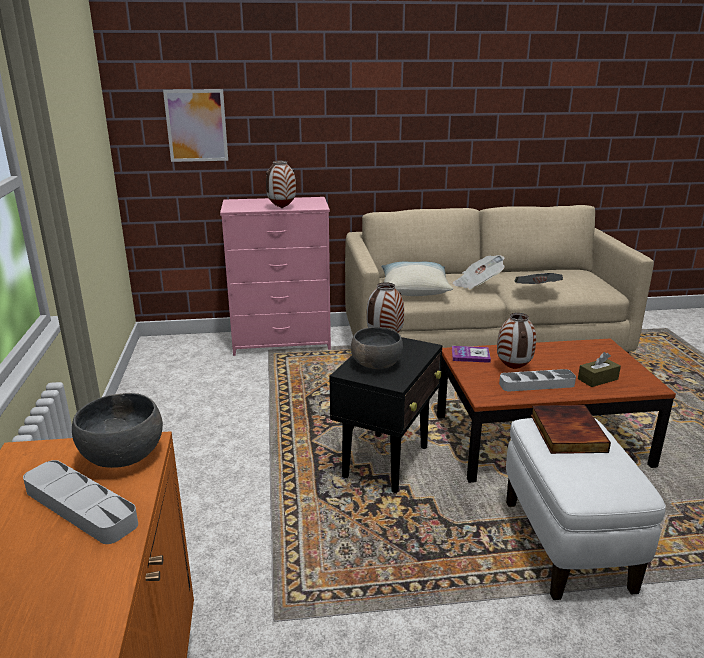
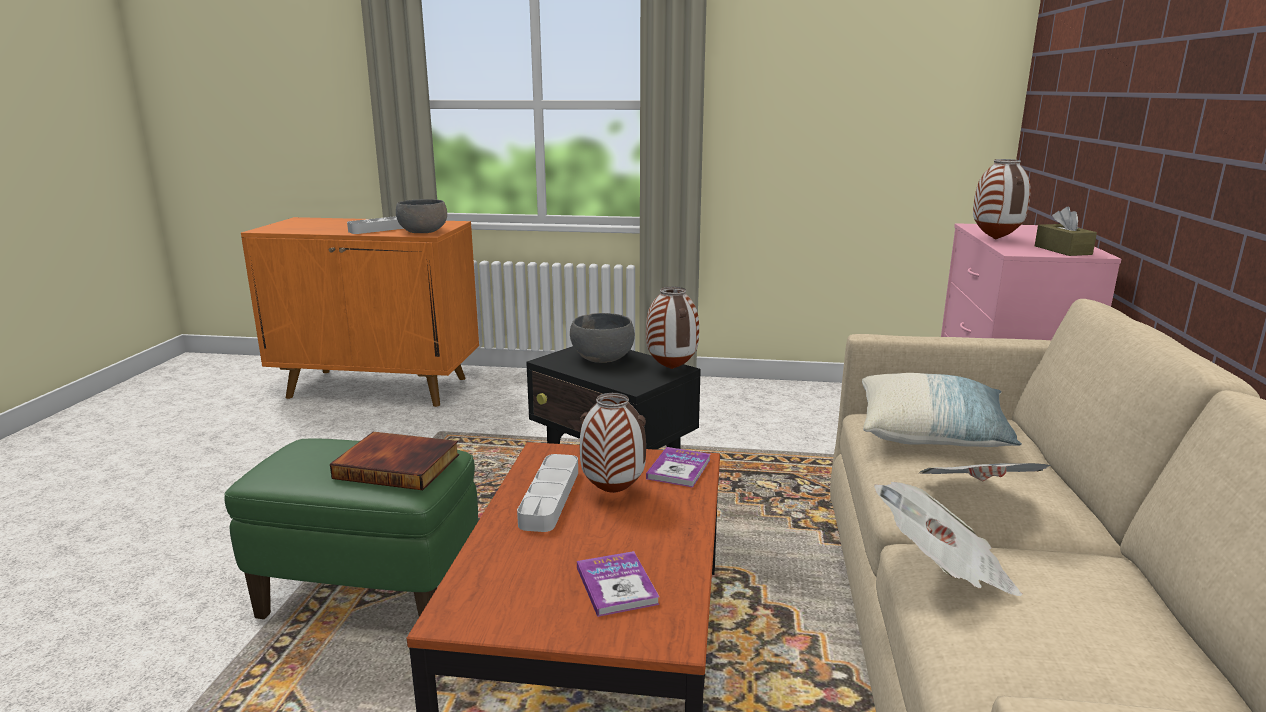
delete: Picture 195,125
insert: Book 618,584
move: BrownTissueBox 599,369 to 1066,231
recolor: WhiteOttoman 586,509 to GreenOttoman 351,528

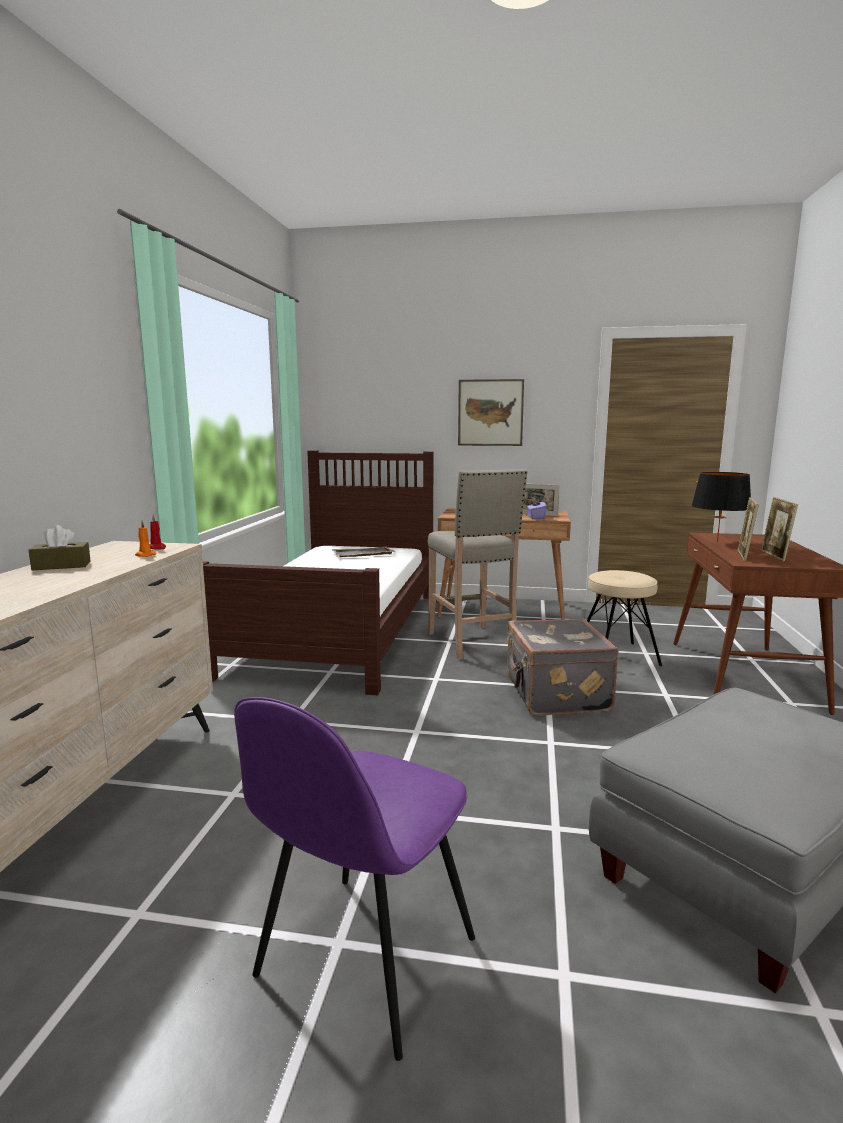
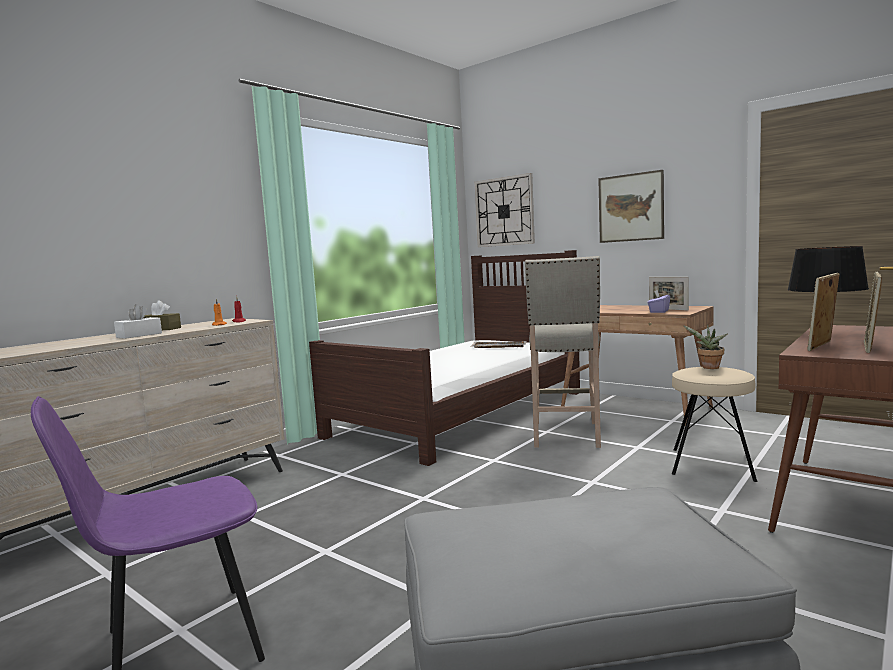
delete: GreySuitcase 563,667
insert: WhiteTissueBox 138,321; WallClock 504,210; PottedPlant 705,347

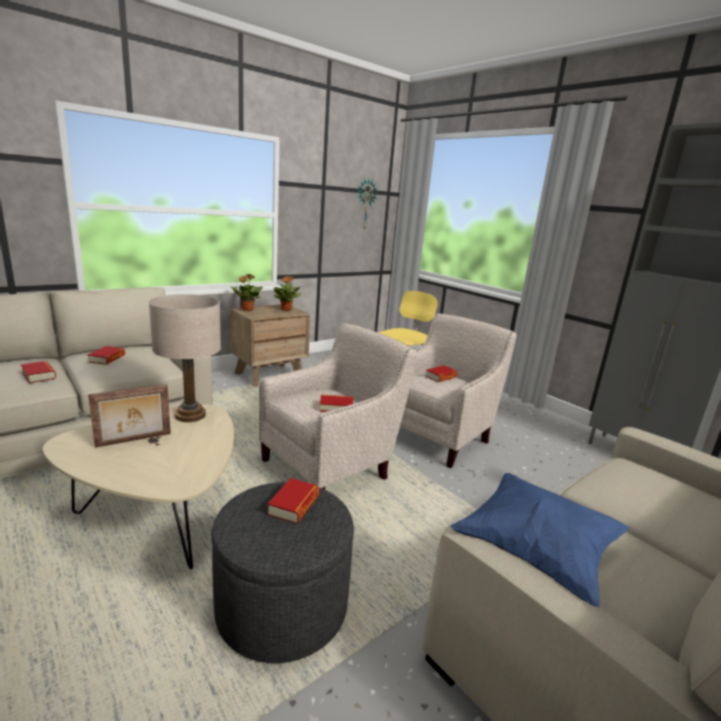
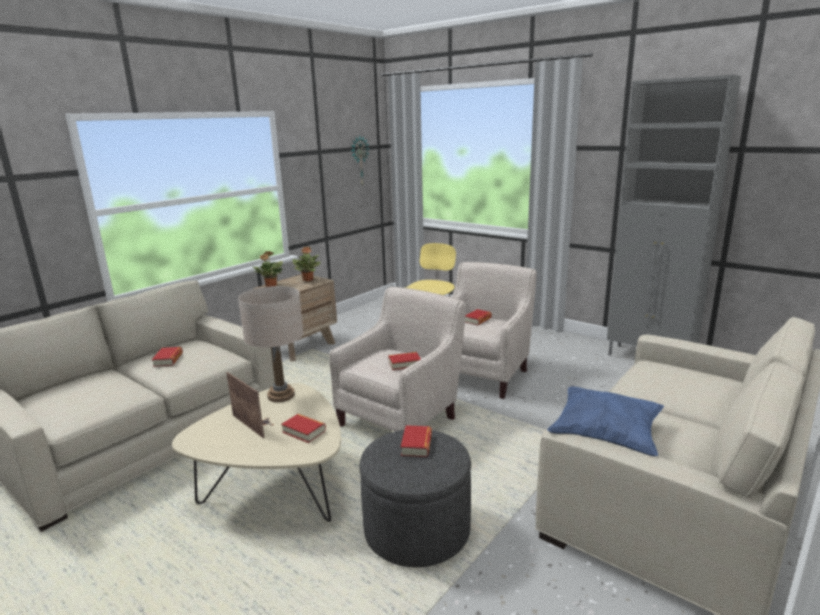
move: Book 38,372 to 303,428
rotate: PictureFrame 129,416 = 245,405 90 degrees counterclockwise

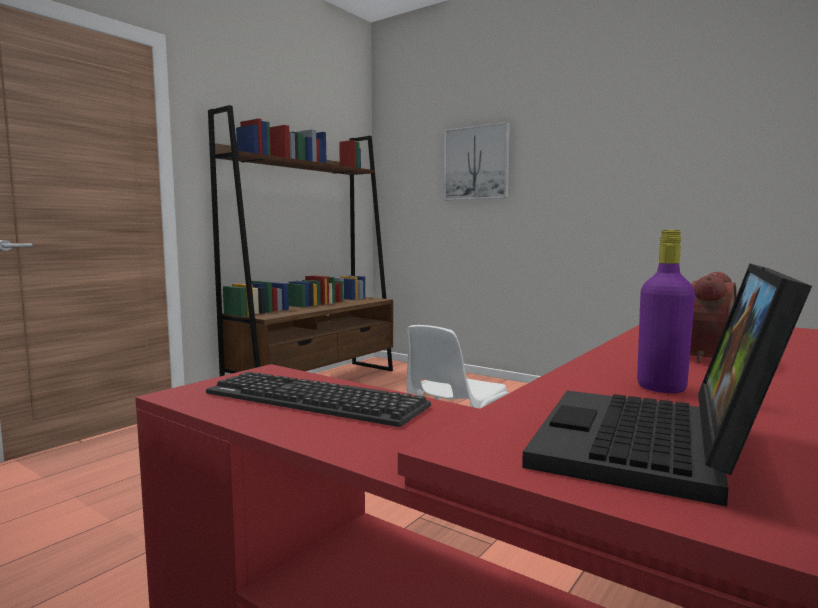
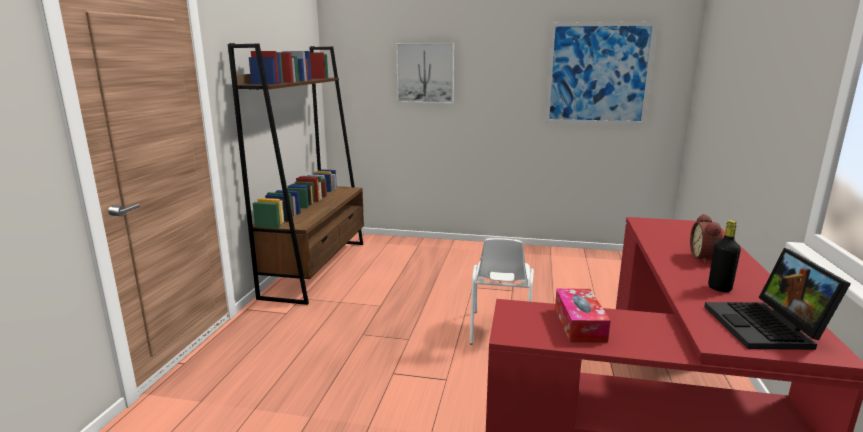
insert: Picture 601,73
replace: Keyboard 318,399 to TissueBox 583,315
recolor: PurpleBottle 666,311 to BlackBottle 724,256

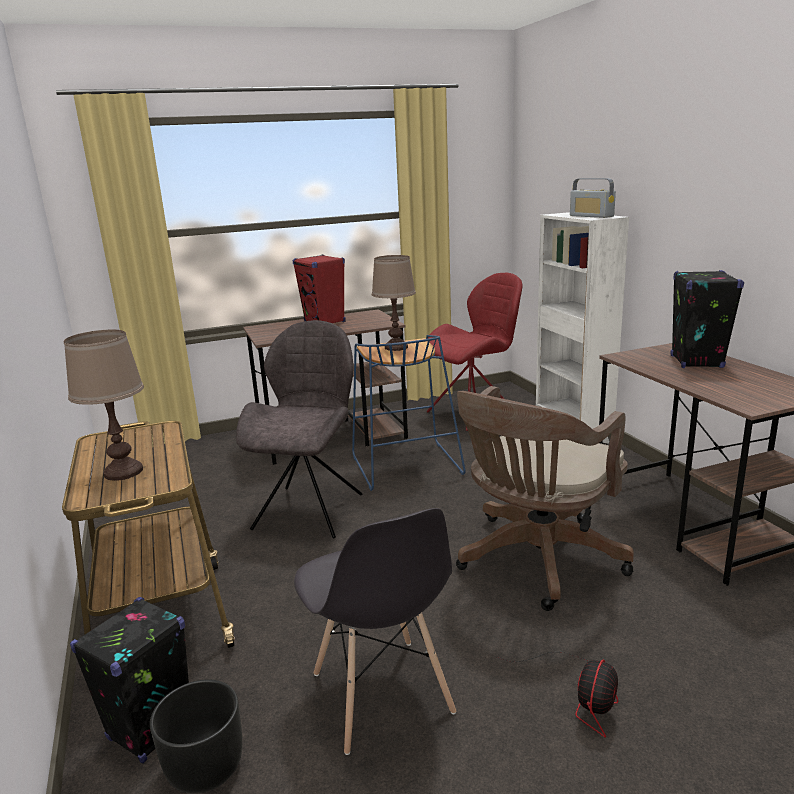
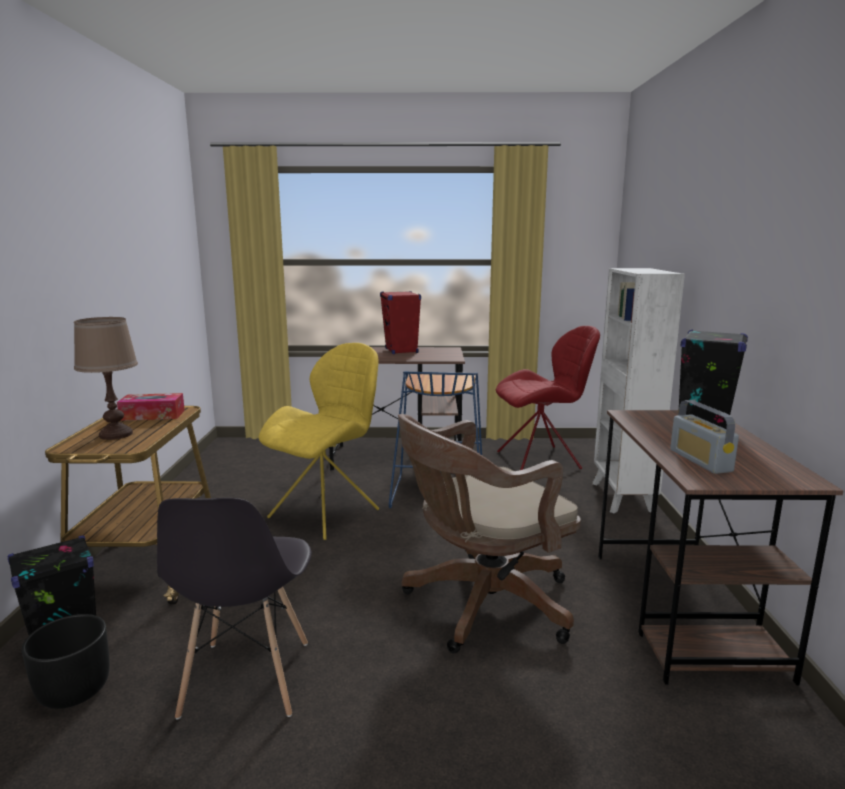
delete: BrownTableLamp 394,303; Fan 557,695
insert: TissueBox 151,407
move: Radio 593,198 to 704,437
recolor: GreyChair 299,429 to YellowChair 319,441

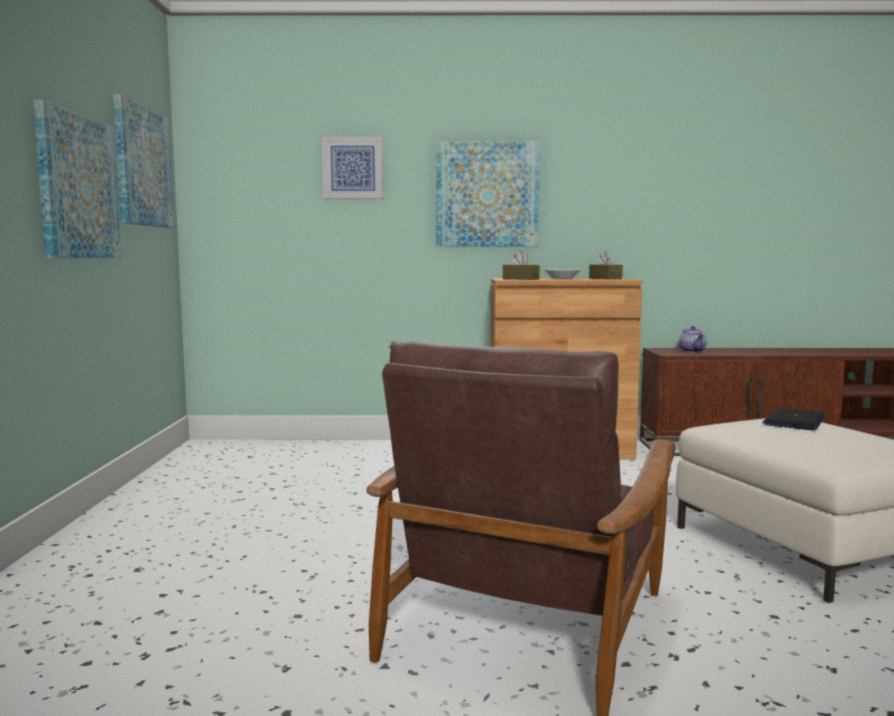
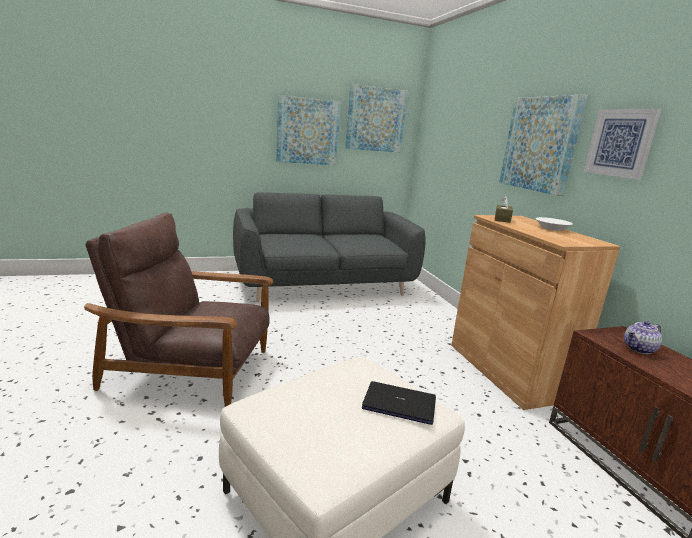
delete: BrownTissueBox 606,265
insert: GreySofa 329,247
move: Picture 352,168 to 622,144

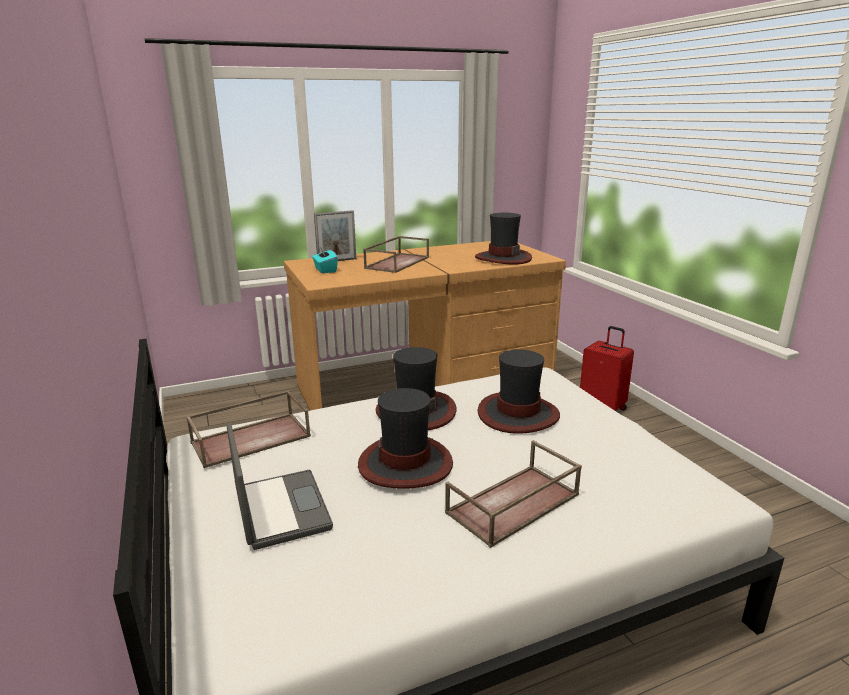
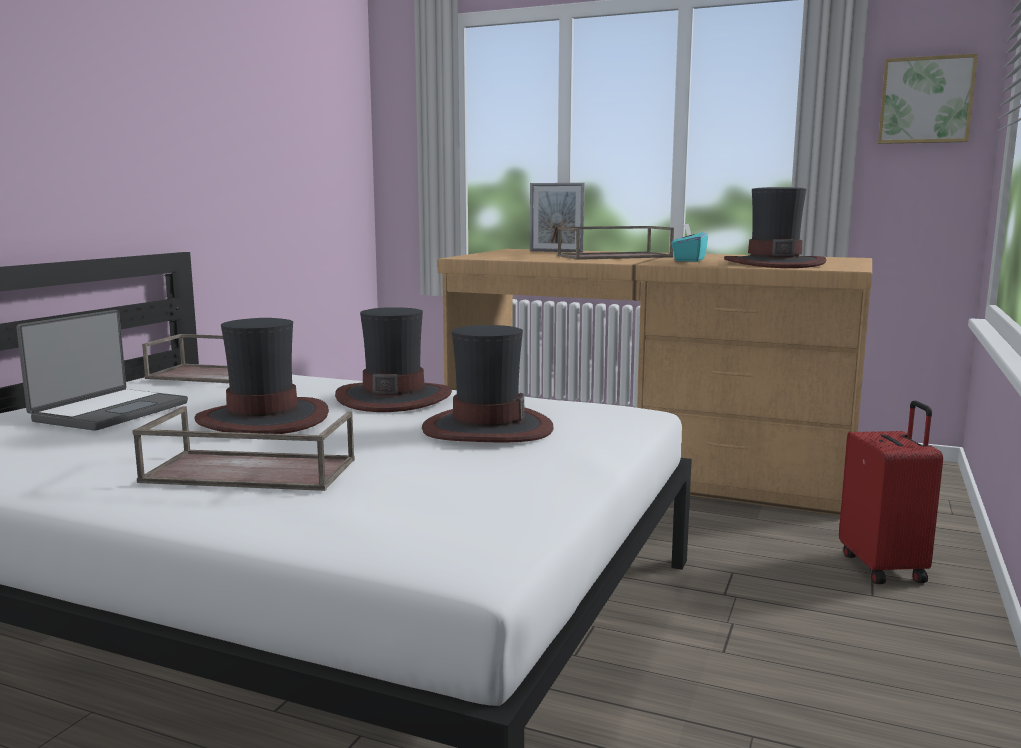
insert: Picture 928,98
move: TurquoiseTissueBox 325,260 to 689,243

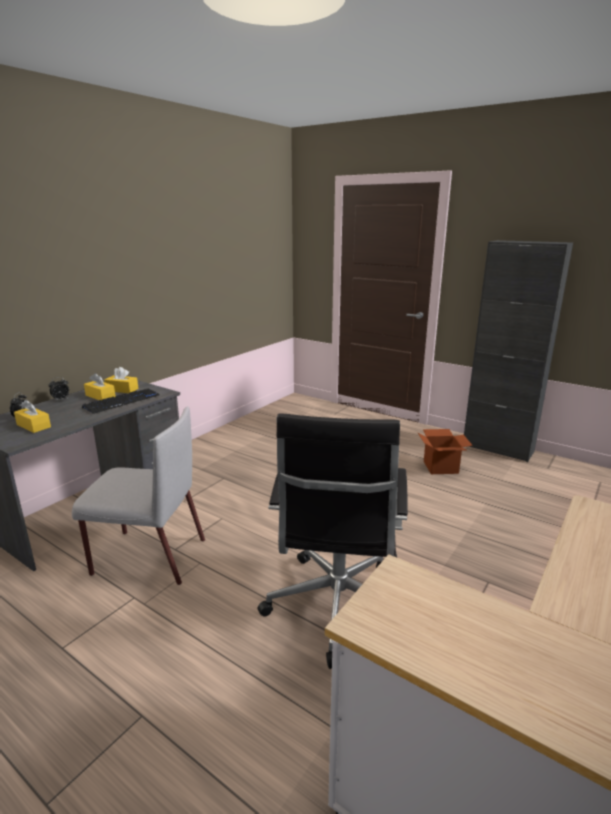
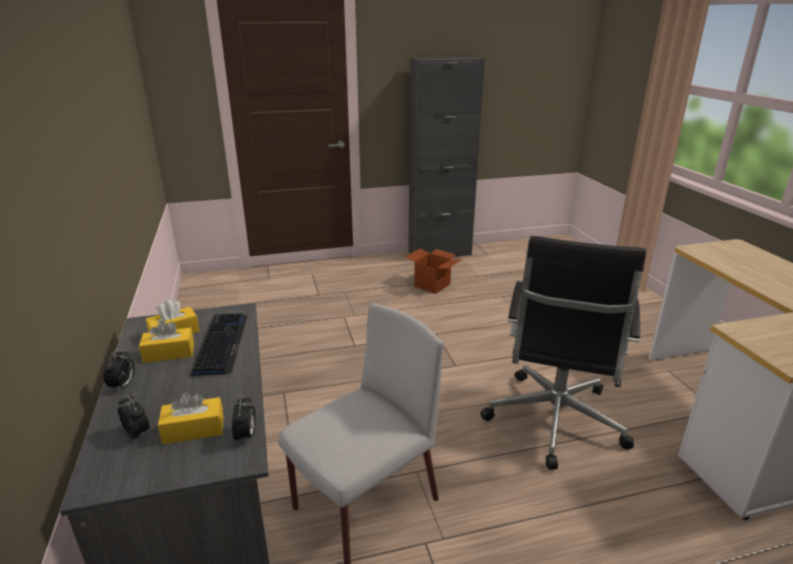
insert: AlarmClock 244,418
rotate: BlackOfficeChair 332,541 = 563,353 60 degrees clockwise

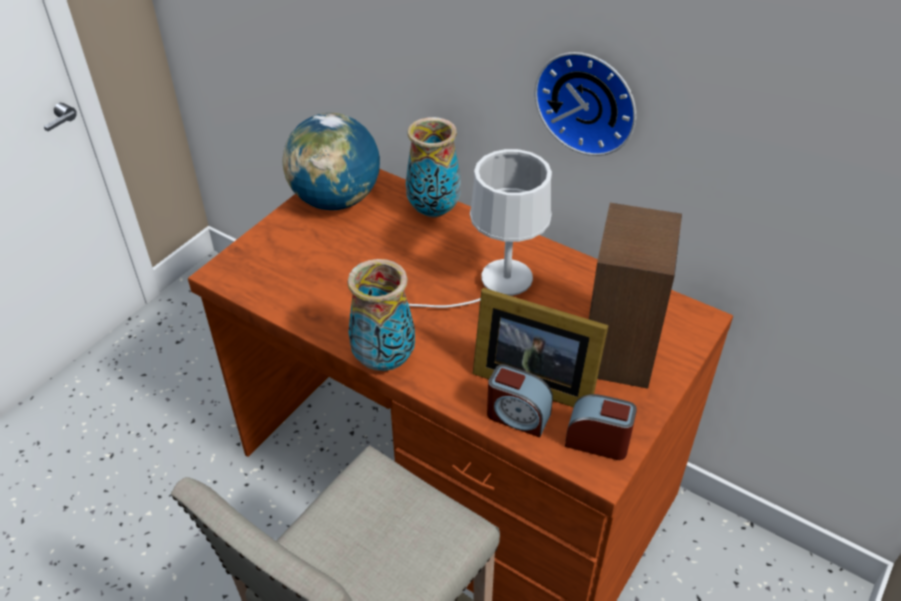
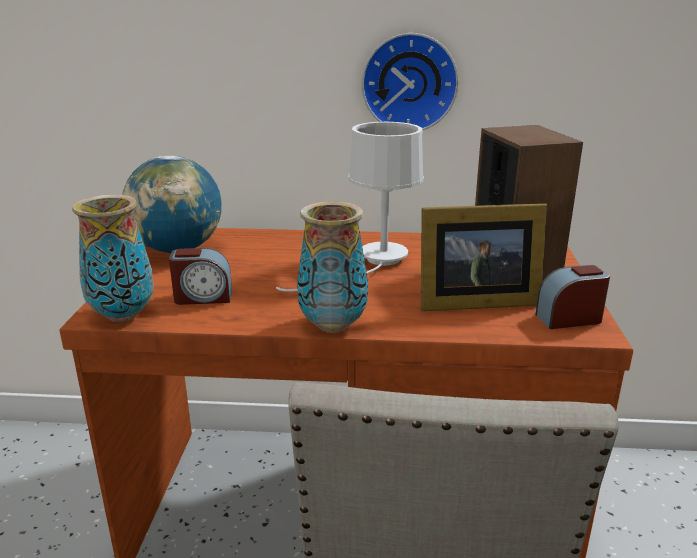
move: Vase 433,167 to 113,258; AlarmClock 520,401 to 200,276

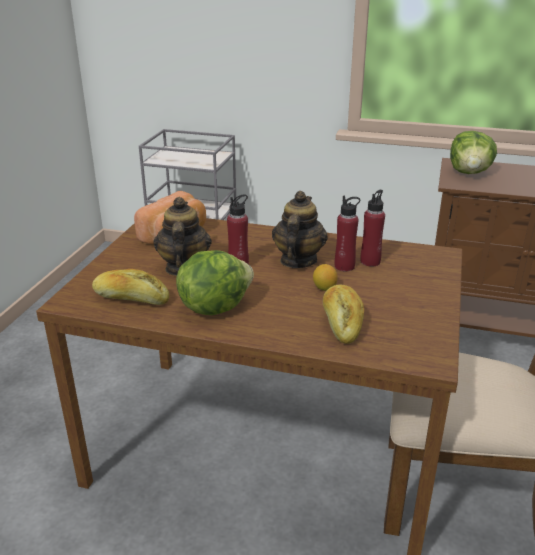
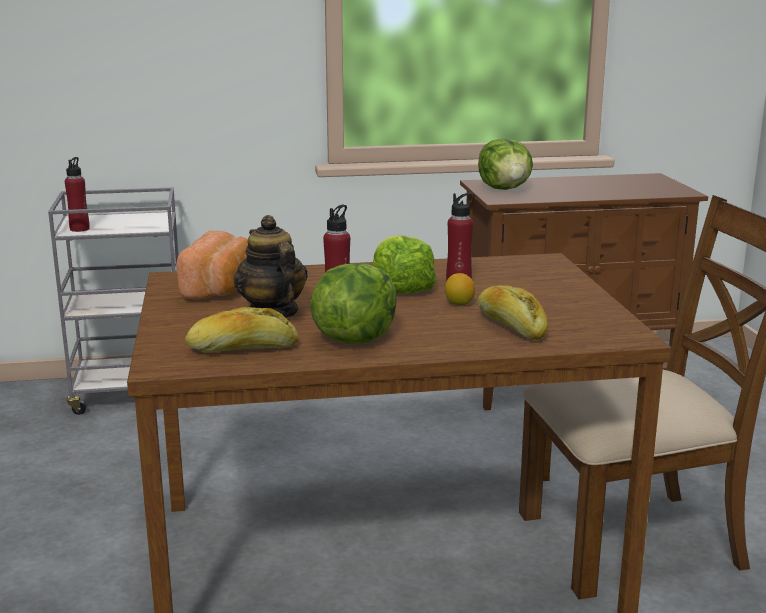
move: RedBottle 372,227 to 77,194
replace: Teapot 300,229 to Lettuce 404,264

